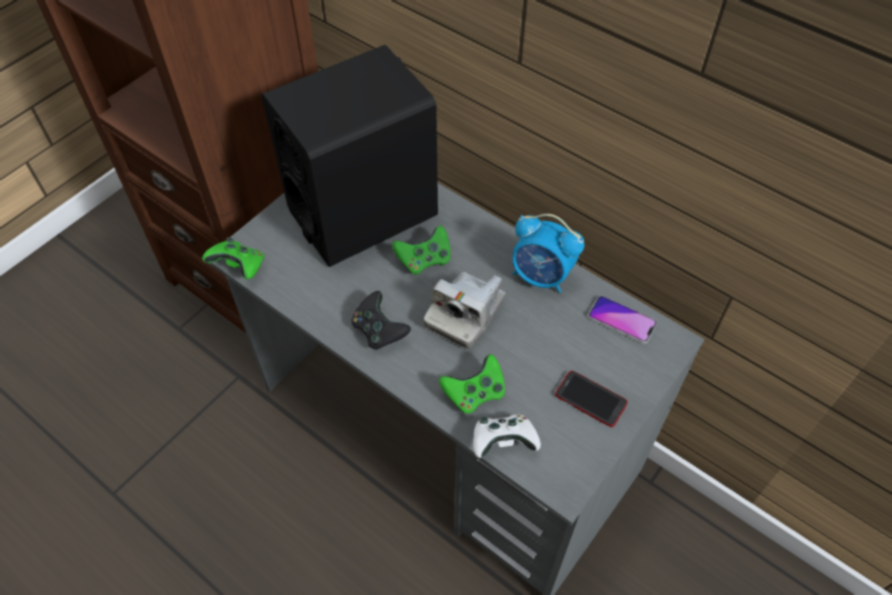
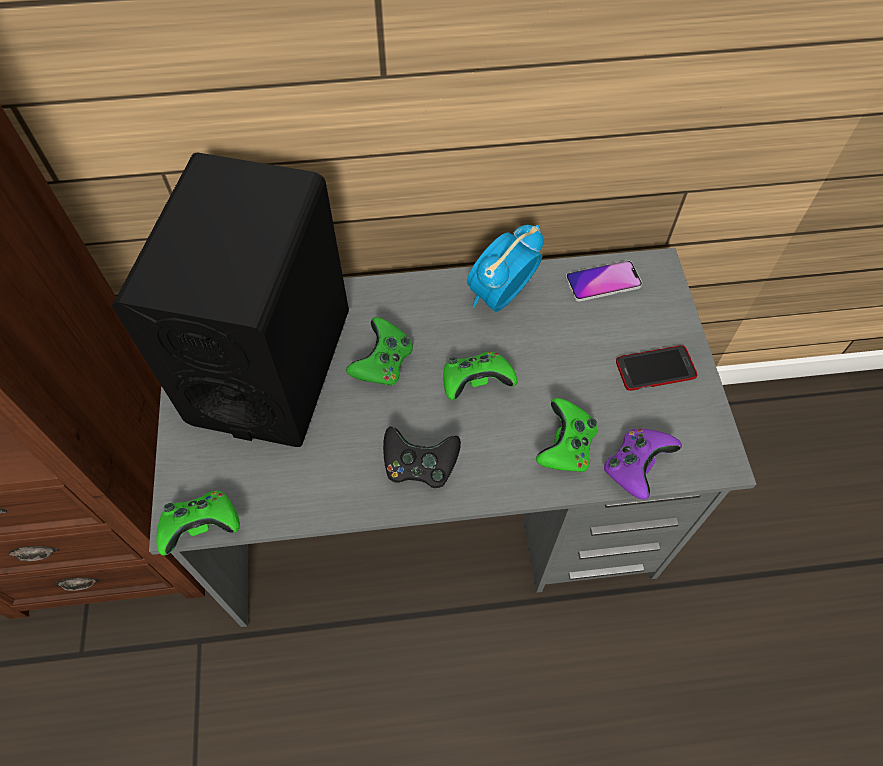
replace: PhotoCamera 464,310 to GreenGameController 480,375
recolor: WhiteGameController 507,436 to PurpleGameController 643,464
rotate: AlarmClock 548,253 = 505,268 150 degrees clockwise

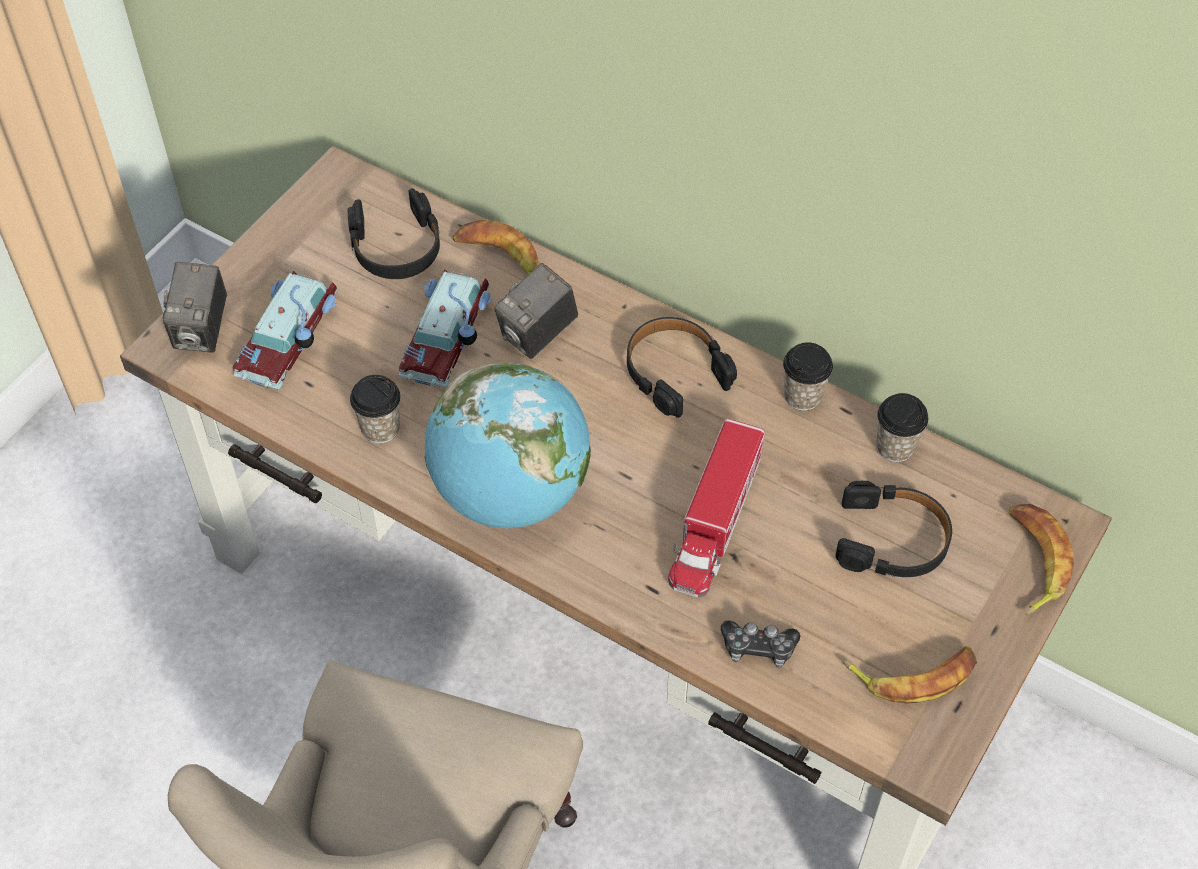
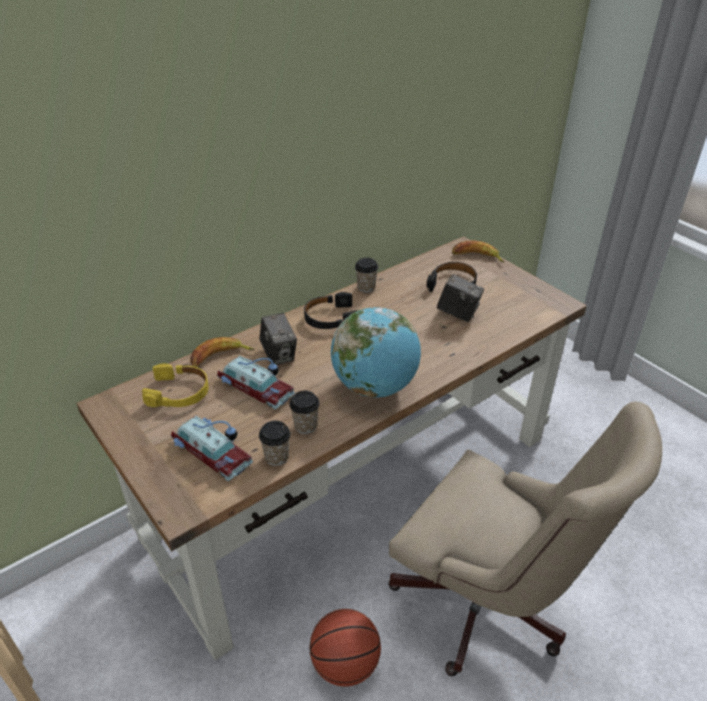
delete: ToyTruck 716,508; GameController 760,644; Banana 910,675
insert: Basketball 345,648
move: PhotoCamera 195,307 to 460,298; Cup 902,427 to 275,443
recolor: BlackHeadphones 394,233 to YellowHeadphones 175,385

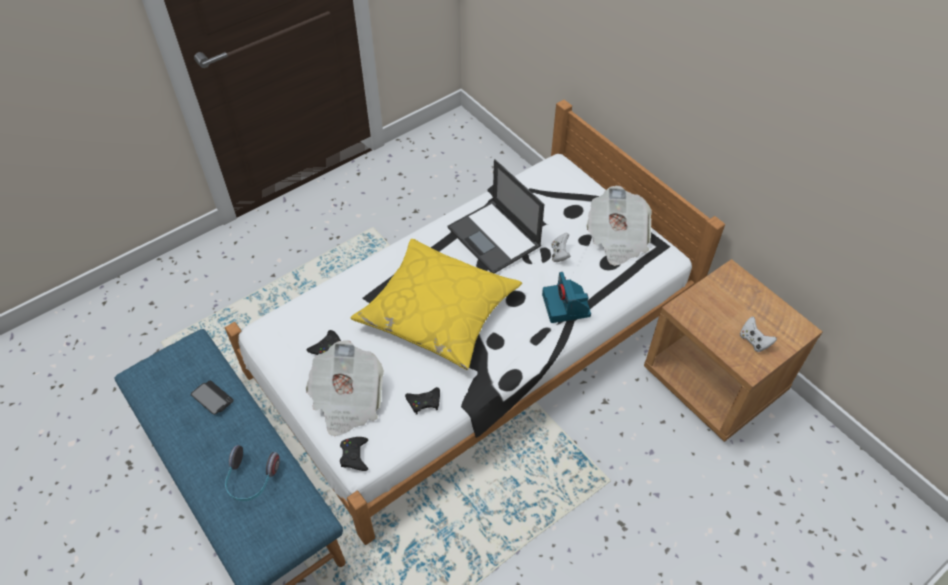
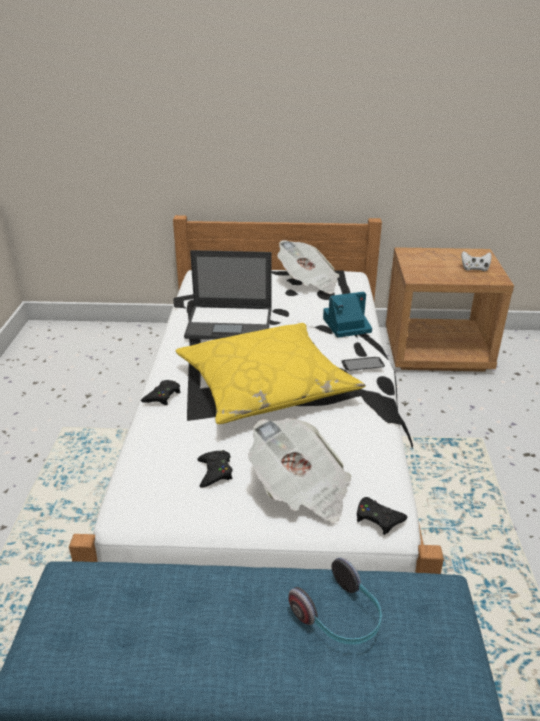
delete: WhiteGameController 561,247
move: Phone 212,397 to 363,364; BlackGameController 422,401 to 161,392
rotate: PhotoCamera 566,297 = 347,315 135 degrees clockwise

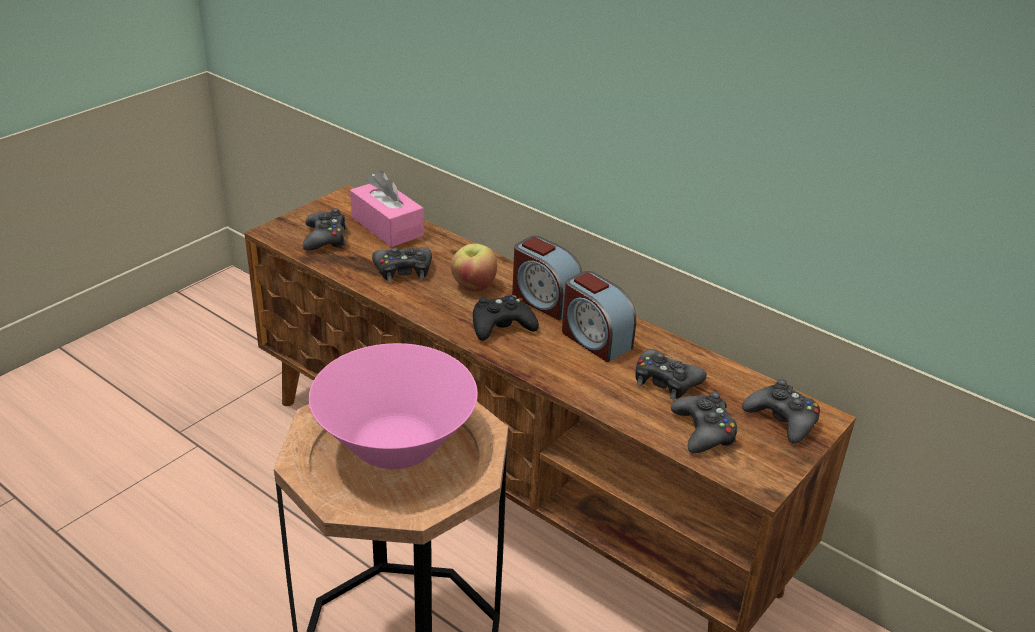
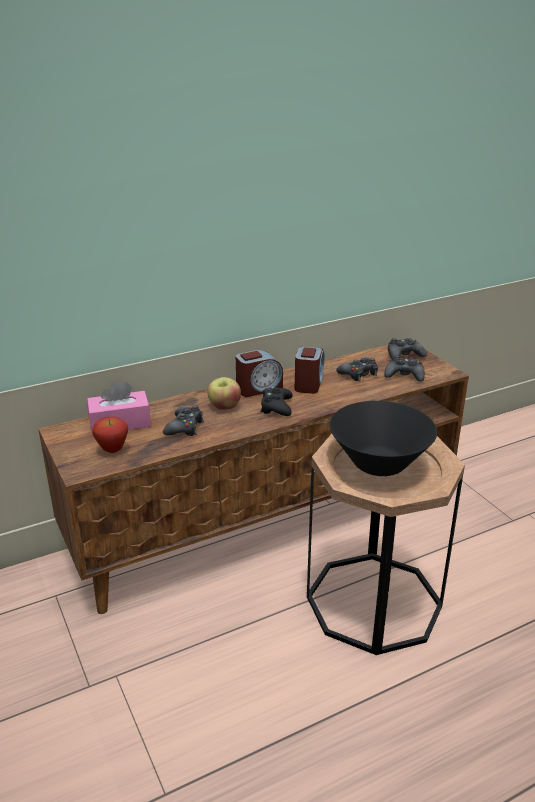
replace: BlackGameController 325,229 to Apple 110,434
recolor: PinkBowl 393,406 to BlackBowl 383,438
rotate: AlarmClock 599,316 = 309,370 60 degrees counterclockwise

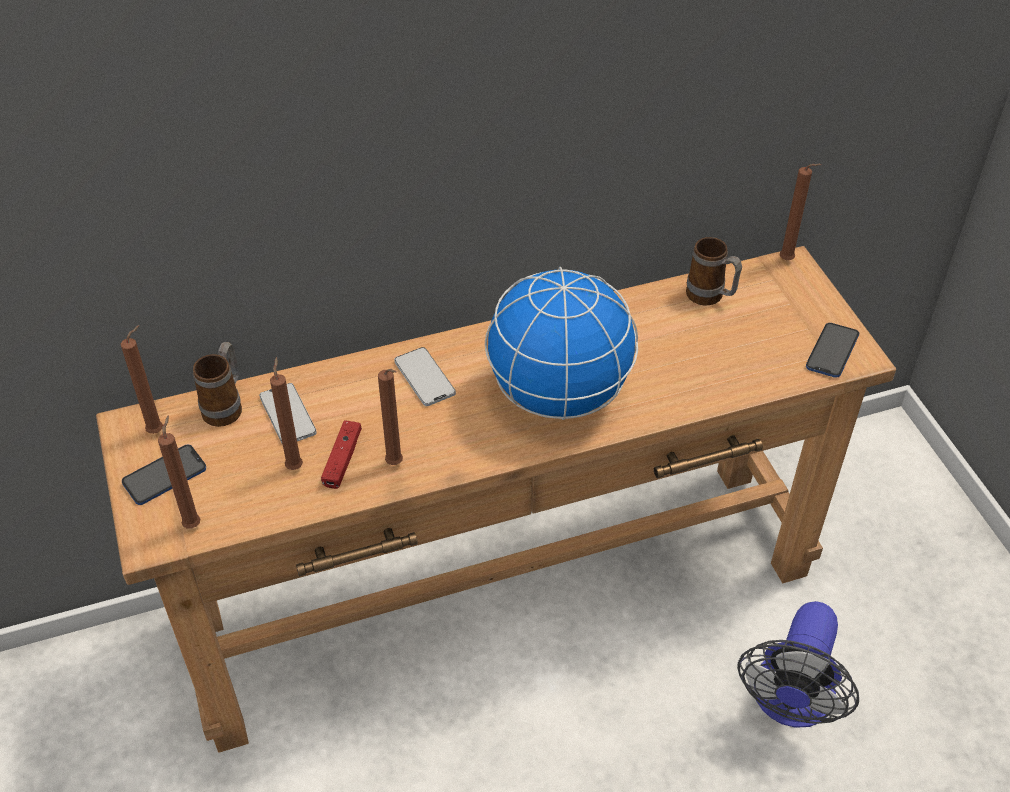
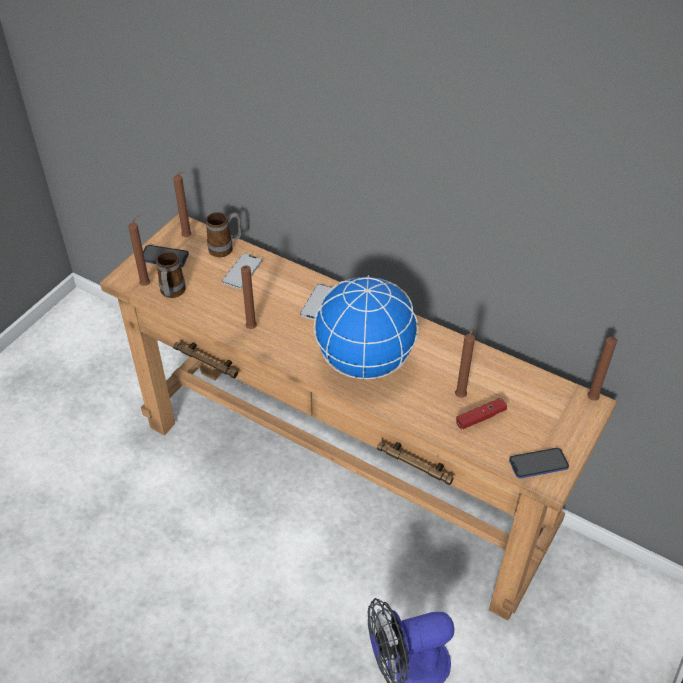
move: BrownCandle 286,413 to 466,361; RedGameController 341,454 to 481,414; Mug 714,271 to 171,274

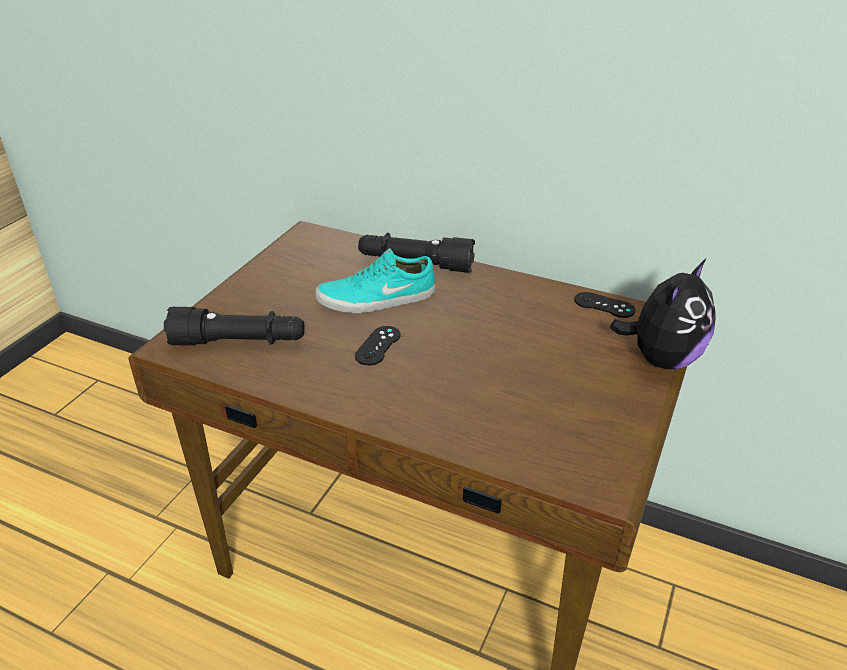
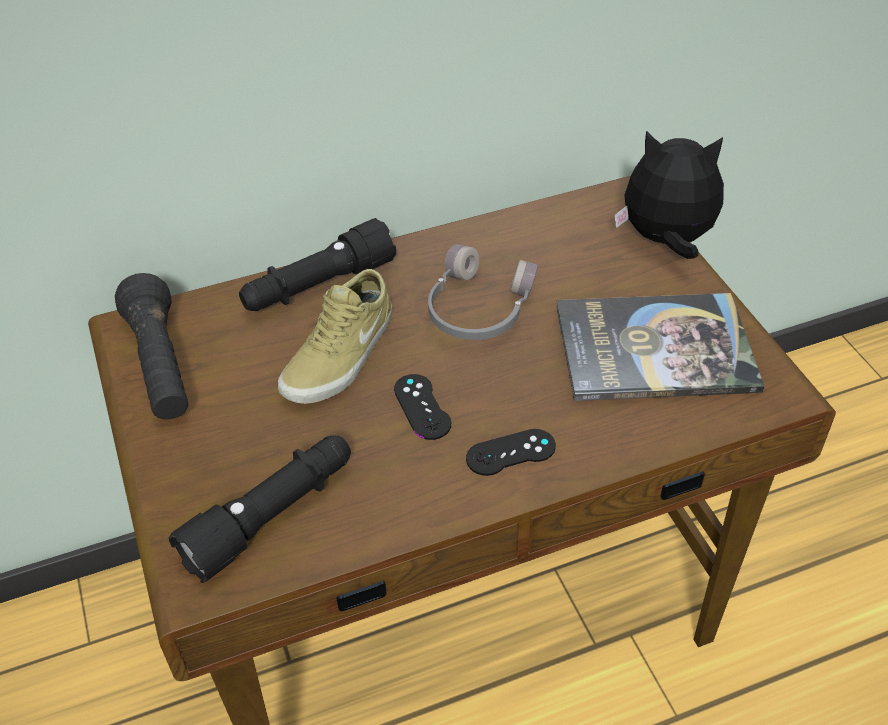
insert: BlackFlashlight 151,346; GreyHeadphones 483,292; Book 661,347
move: BlackGameController 605,305 to 511,452
recolor: TurquoiseShoe 375,280 to BeigeShoe 335,336
rotate: PlushToy 663,314 = 669,195 75 degrees counterclockwise

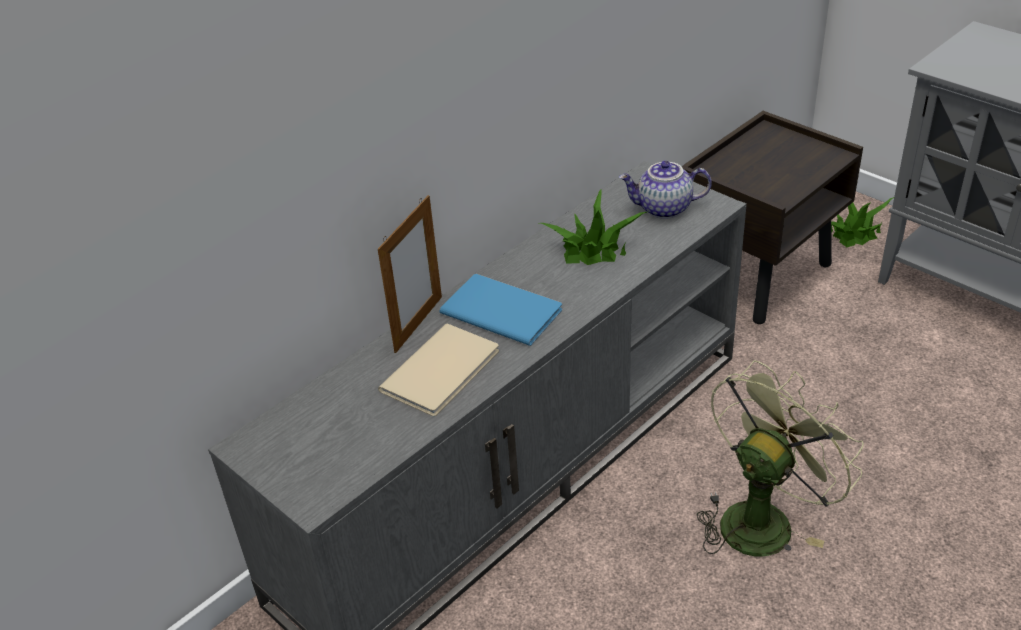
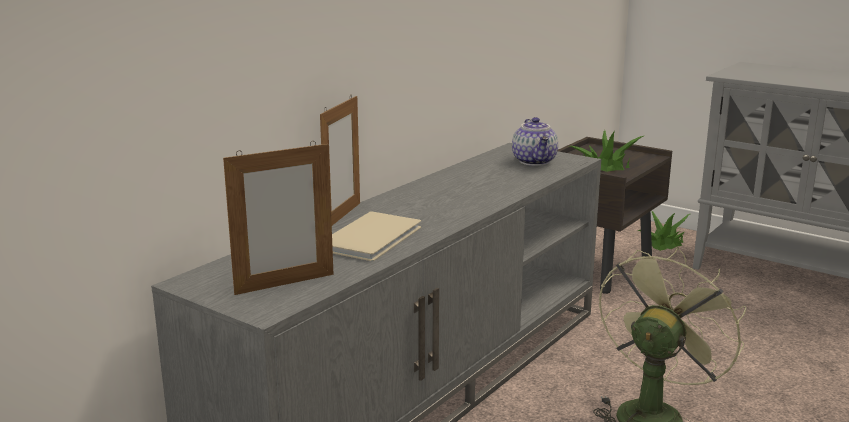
delete: BlueBook 501,310
insert: PictureFrame 278,218
move: PottedPlant 593,226 to 607,151
rotate: Teapot 665,190 = 535,141 90 degrees counterclockwise

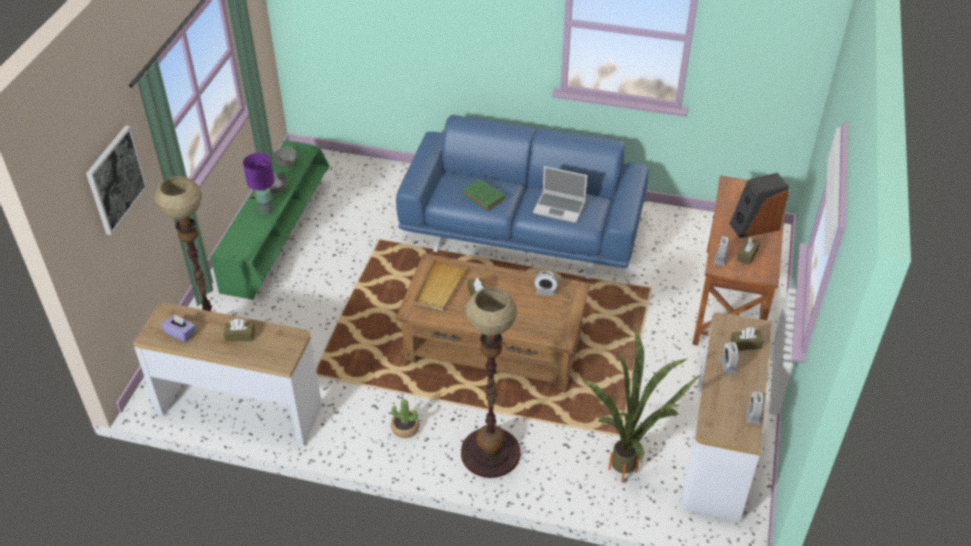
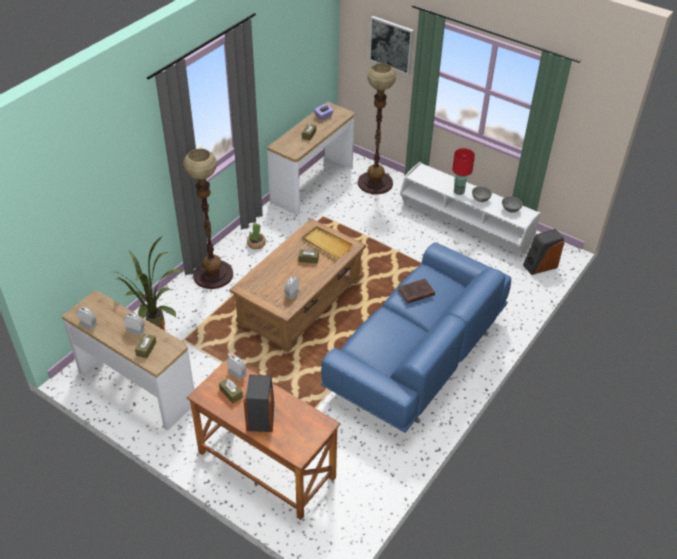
delete: Laptop 560,194
insert: Speaker 543,252
recolor: GreenTvStand 269,220 to WhiteTvStand 470,208; PurpleTableLamp 259,183 to RedTableLamp 463,171; GreenBook 484,195 to BrownBook 416,291

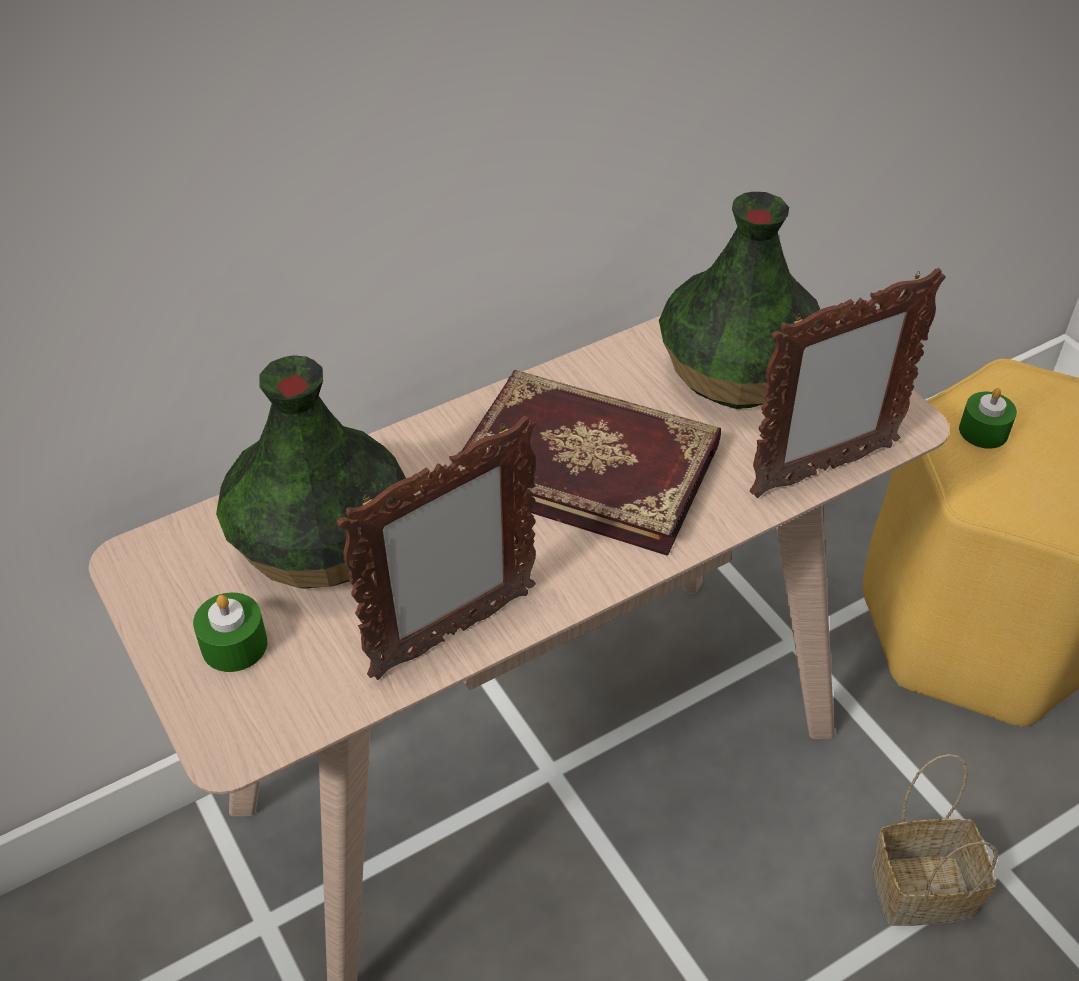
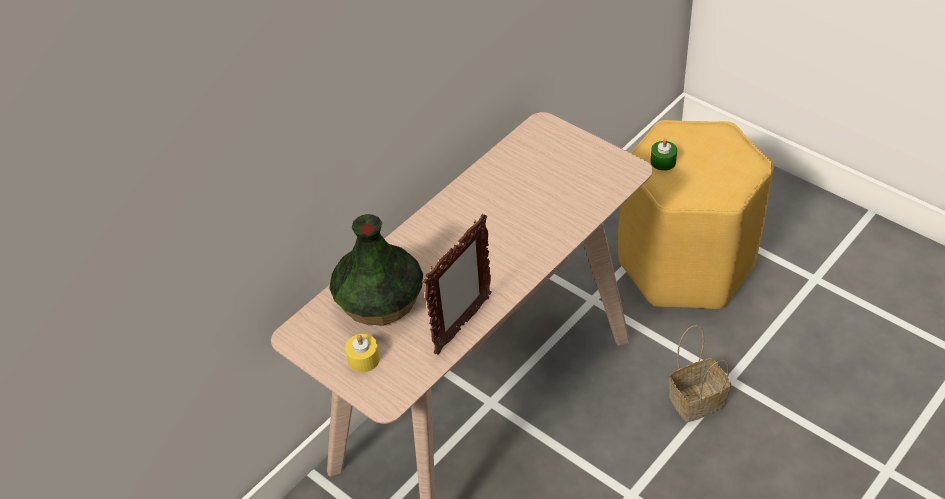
delete: Book 589,463; Vase 740,300; PictureFrame 847,383
recolor: GreenCandle 230,632 to YellowCandle 362,353

